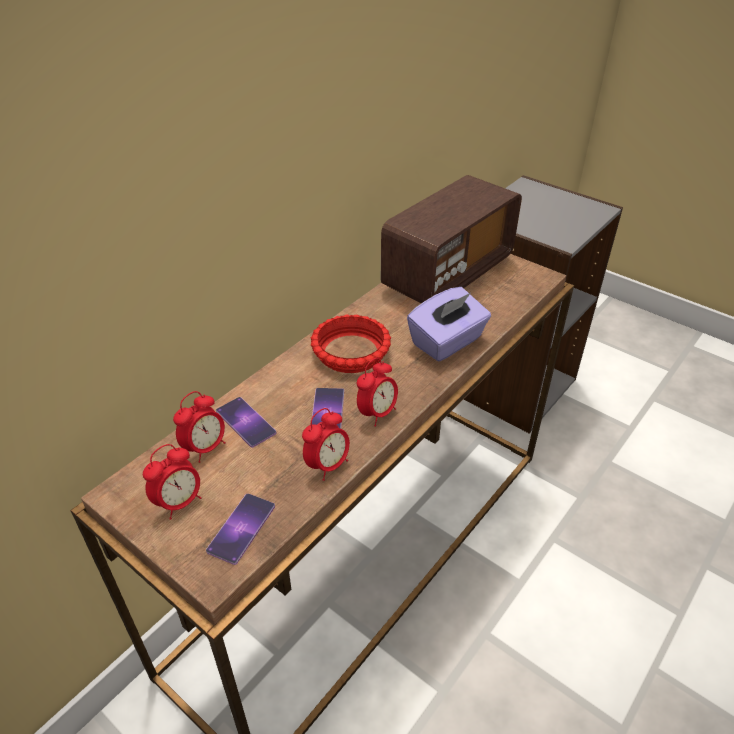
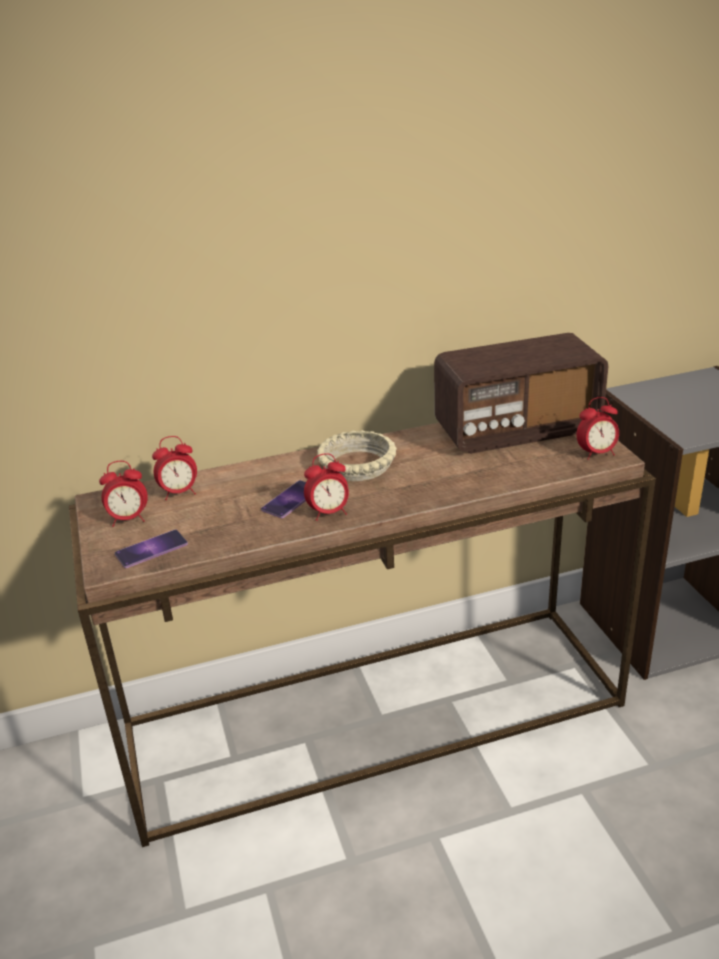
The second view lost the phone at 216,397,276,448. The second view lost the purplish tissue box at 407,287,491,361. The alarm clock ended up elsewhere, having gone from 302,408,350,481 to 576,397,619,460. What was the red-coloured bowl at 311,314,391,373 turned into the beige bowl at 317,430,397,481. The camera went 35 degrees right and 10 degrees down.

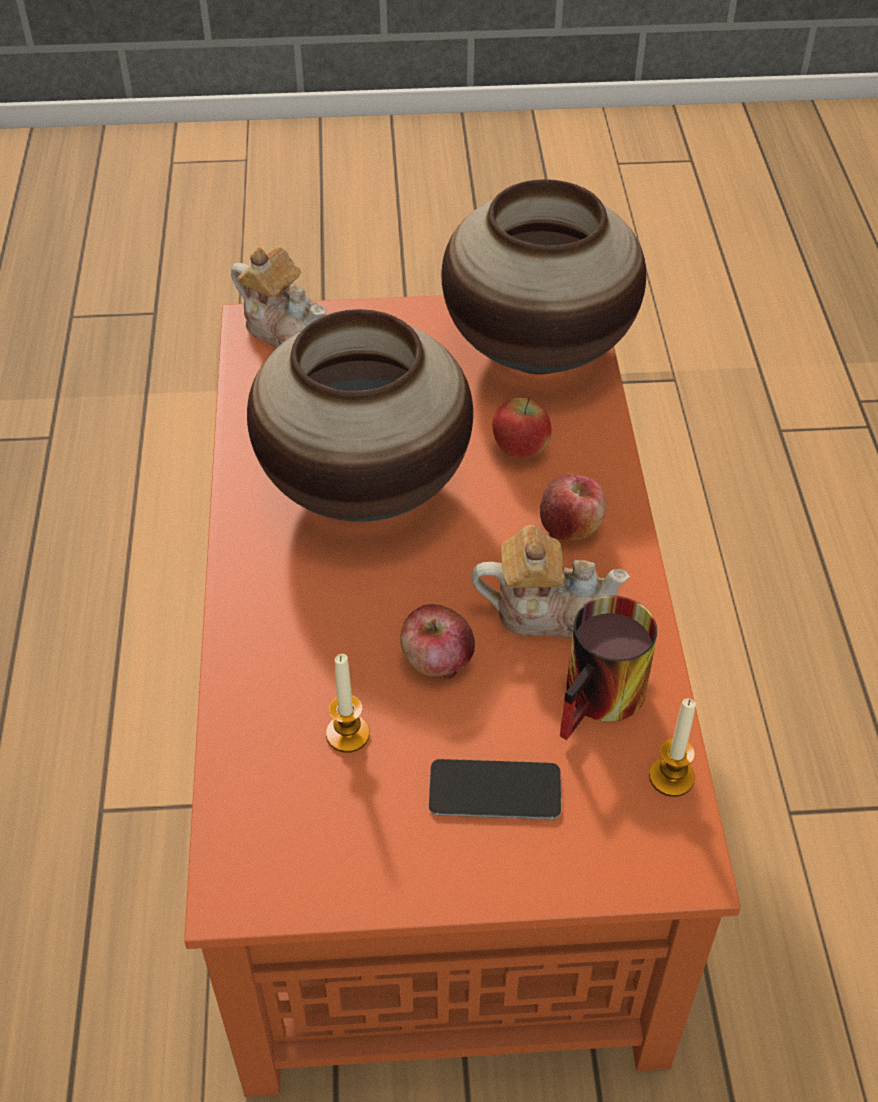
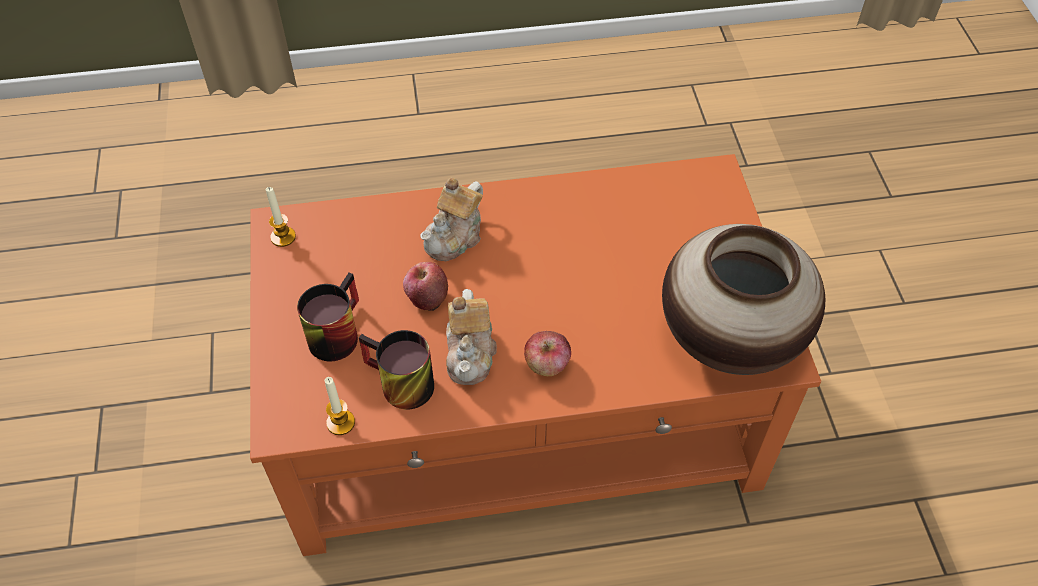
The second view lost the flower vase at 247,309,473,522. The second view lost the apple at 492,397,551,459. The pot for tea ended up elsewhere, having gone from 231,246,327,348 to 420,178,483,261. The candle ended up elsewhere, having gone from 326,654,370,753 to 266,187,296,247. Where the phone stood at 429,759,561,819, the mug came to stand at 297,272,359,362. The camera went 85 degrees right and 5 degrees up.

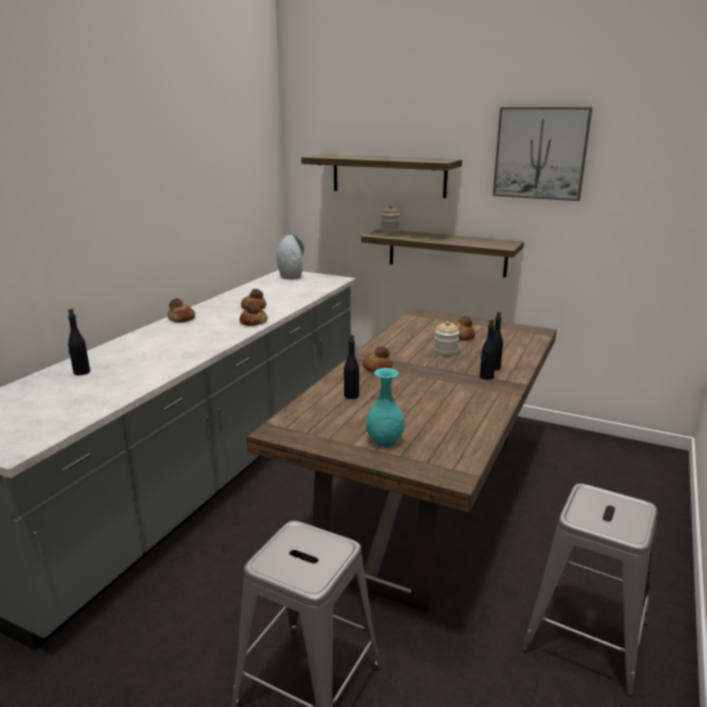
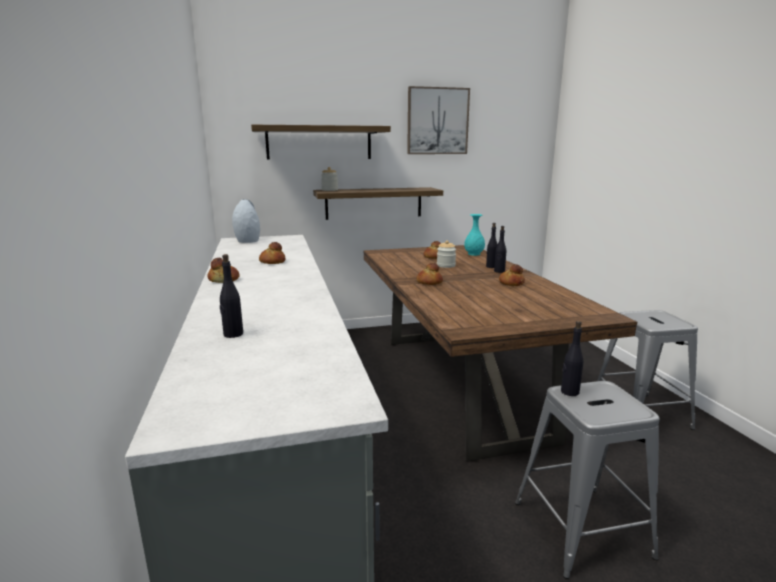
The bread ended up elsewhere, having gone from 240,302,268,326 to 499,264,525,286. The black bottle ended up elsewhere, having gone from 344,335,359,399 to 561,321,583,396. The turquoise-coloured flower vase ended up elsewhere, having gone from 366,368,405,447 to 464,214,485,256. The camera went 40 degrees left and 5 degrees down.

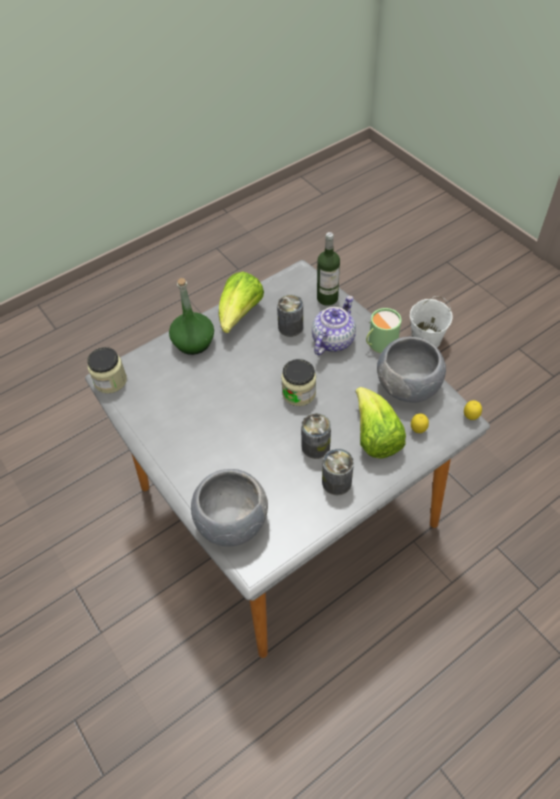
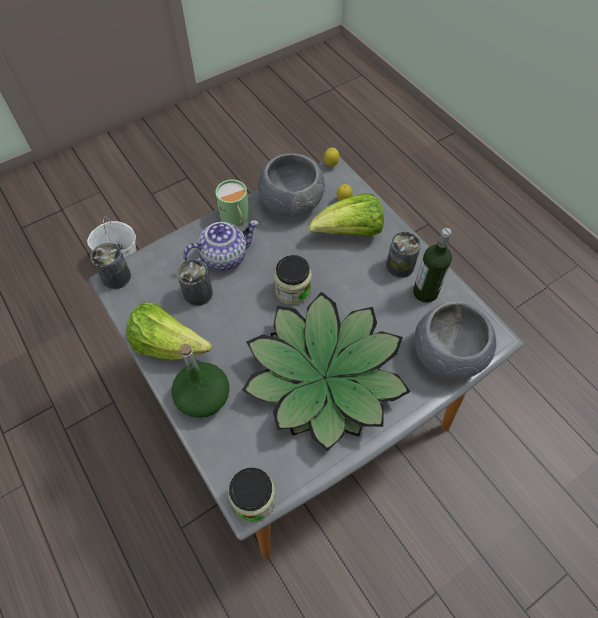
The second view gained the houseplant at 242,292,411,451. The metal can ended up elsewhere, having gone from 301,413,331,459 to 90,243,131,289. The bottle ended up elsewhere, having gone from 317,232,340,306 to 413,228,452,303. The pot for tea at 312,296,356,355 ended up facing another way, 120 degrees clockwise from before. The camera went 90 degrees left and 5 degrees up.

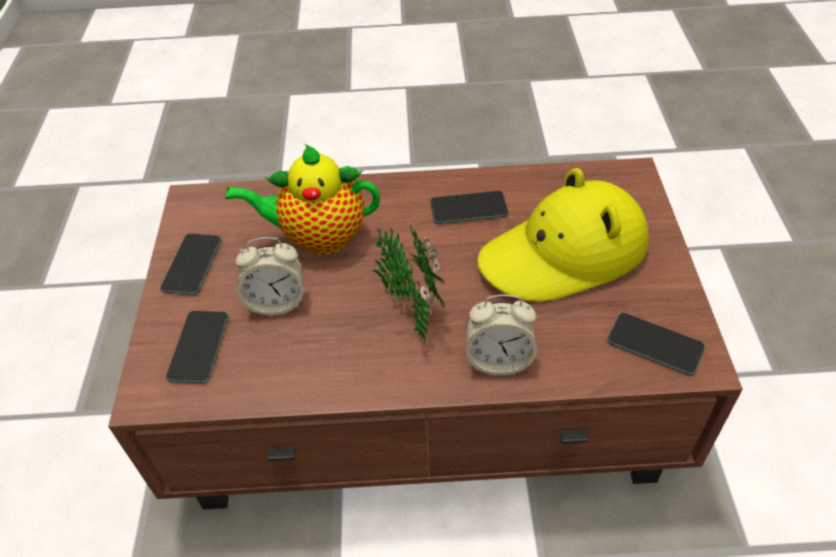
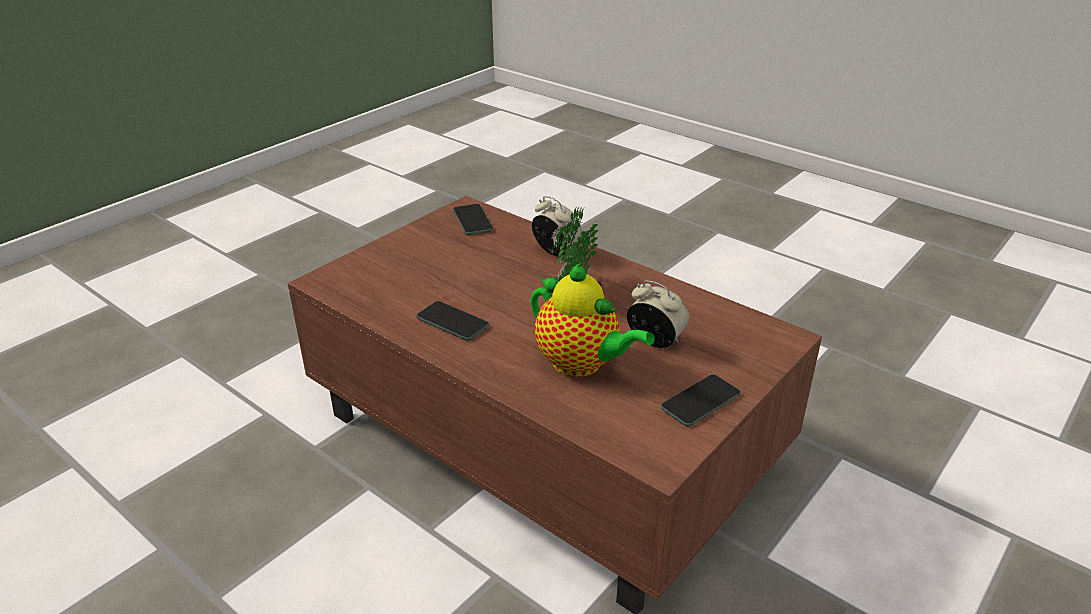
The second view lost the phone at 166,311,228,384. The second view lost the yellow wearable hat at 477,168,649,302. The camera went 140 degrees left and 15 degrees down.

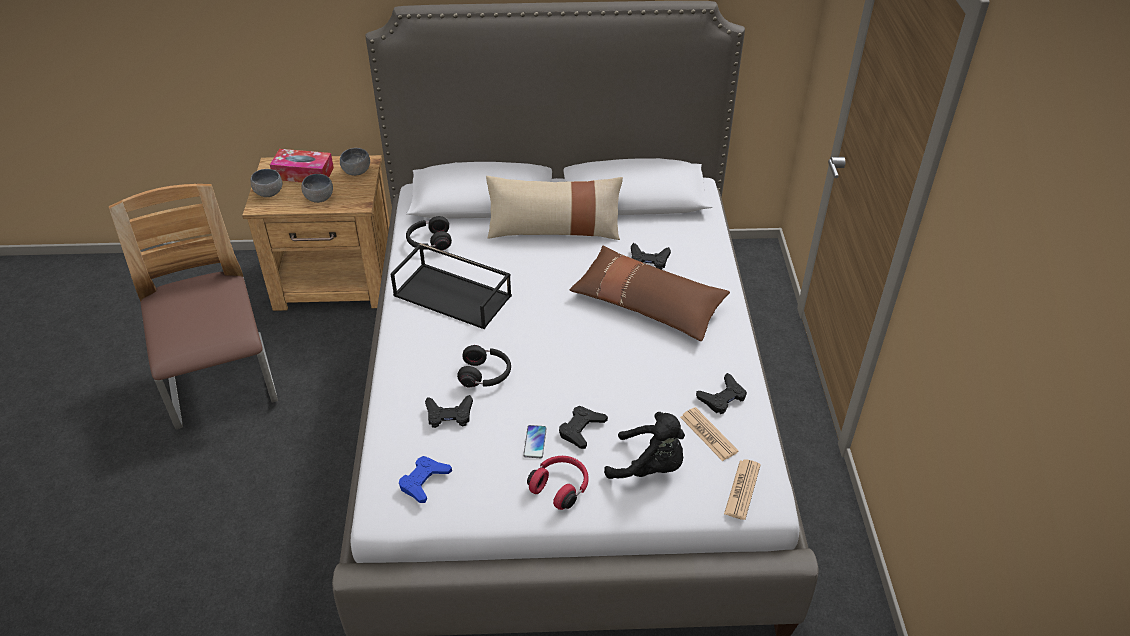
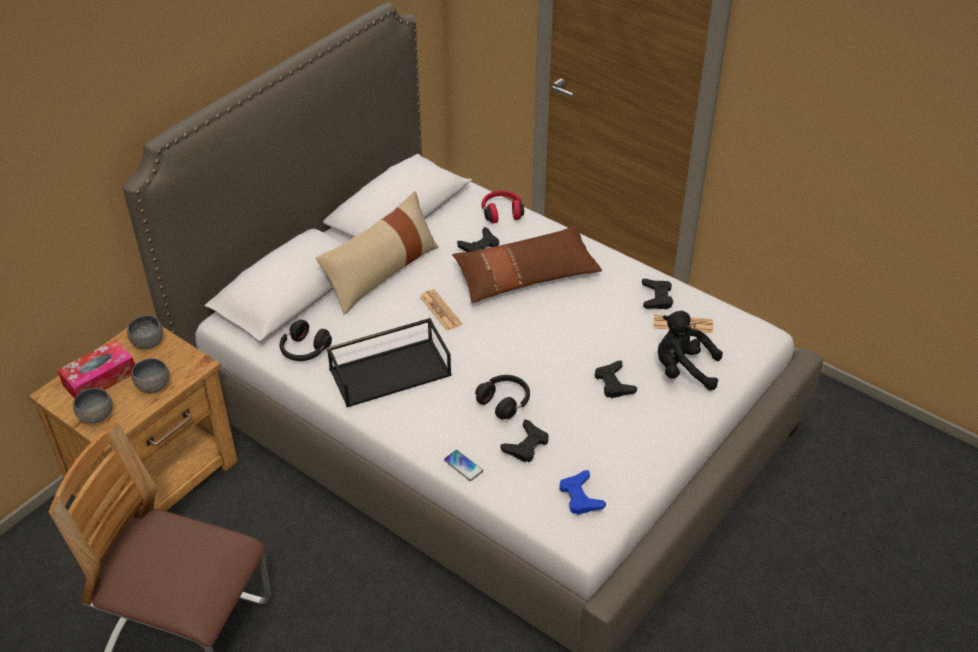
The phone ended up elsewhere, having gone from 523,425,547,458 to 444,450,483,481. The red-coloured headset ended up elsewhere, having gone from 527,456,589,510 to 481,190,524,223. The daily paper ended up elsewhere, having gone from 724,459,761,520 to 420,289,462,331. The black cuddly toy at 604,412,685,479 ended up facing another way, 135 degrees counterclockwise from before. The camera went 50 degrees left and 0 degrees up.

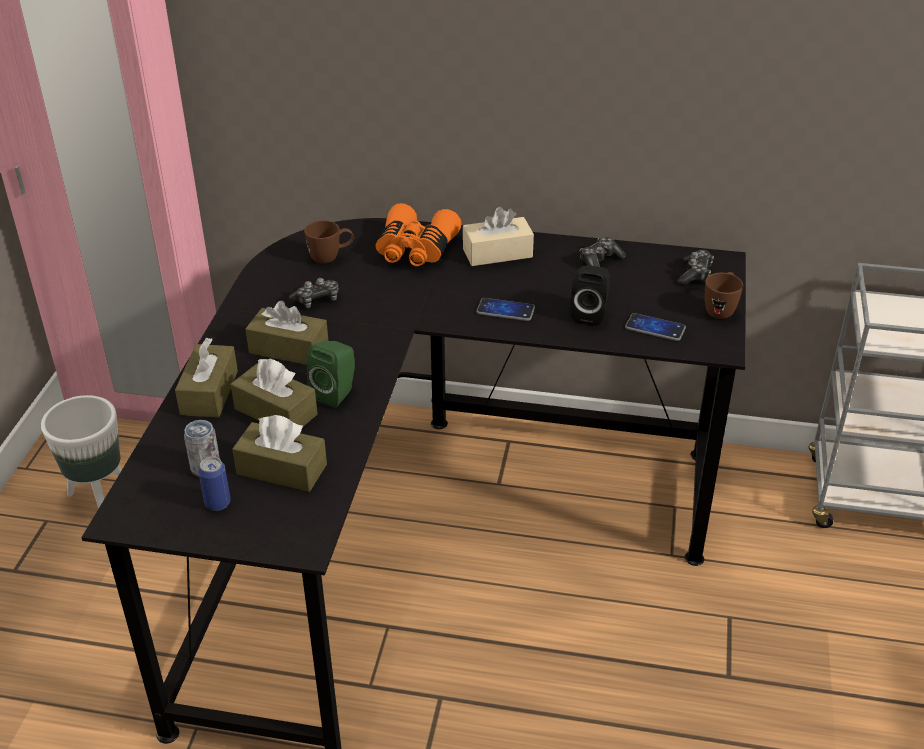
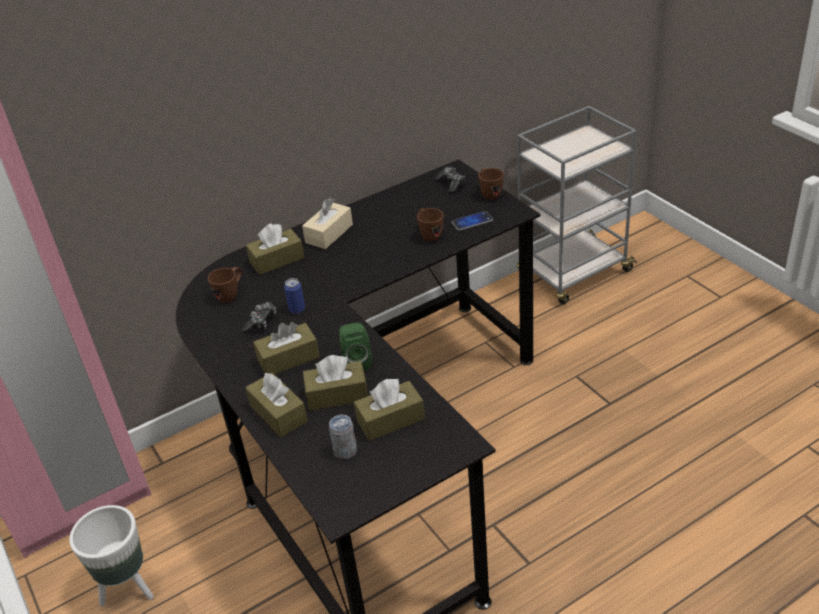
The second view lost the phone at 476,298,535,321. The second view lost the gamepad at 580,237,626,267. The metal can ended up elsewhere, having gone from 198,457,231,511 to 284,278,305,314. Where the orange pair of binoculars stood at 376,203,461,266, the brown tissue box came to stand at 246,223,305,275. Where the black audio speaker stood at 570,265,610,326, the brown mug came to stand at 417,208,444,241. The camera went 40 degrees left and 0 degrees up.

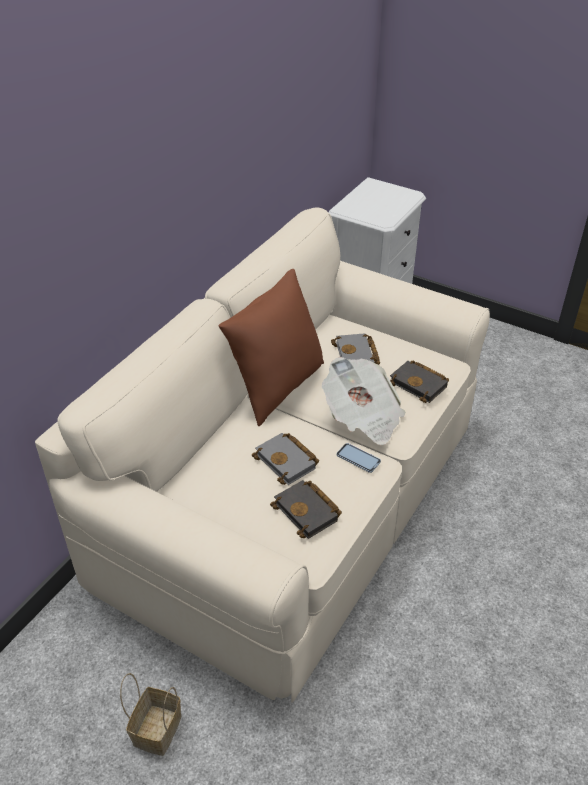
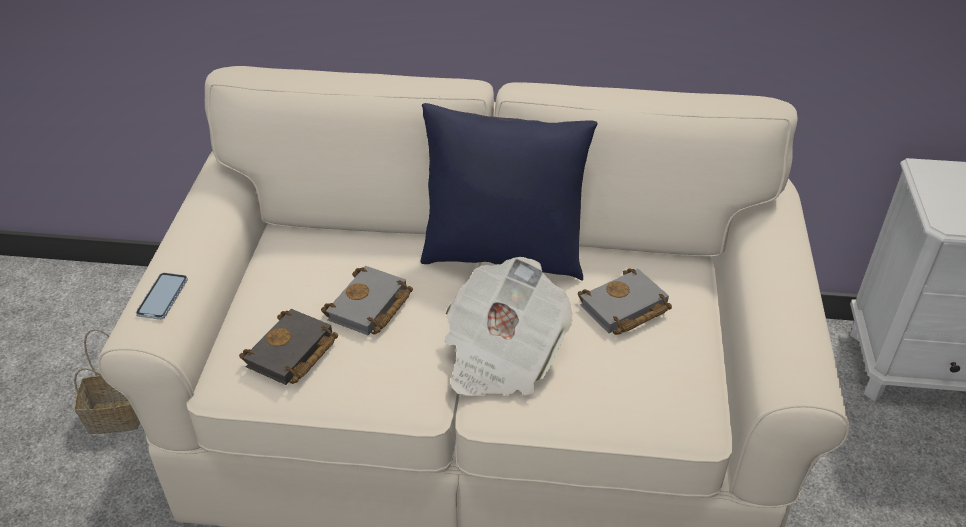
The second view lost the black book at 390,361,449,403. The phone ended up elsewhere, having gone from 336,443,381,473 to 136,273,188,320. What was the brown cushion at 219,269,324,426 turned into the blue cushion at 420,103,598,281. The camera went 65 degrees right and 0 degrees up.

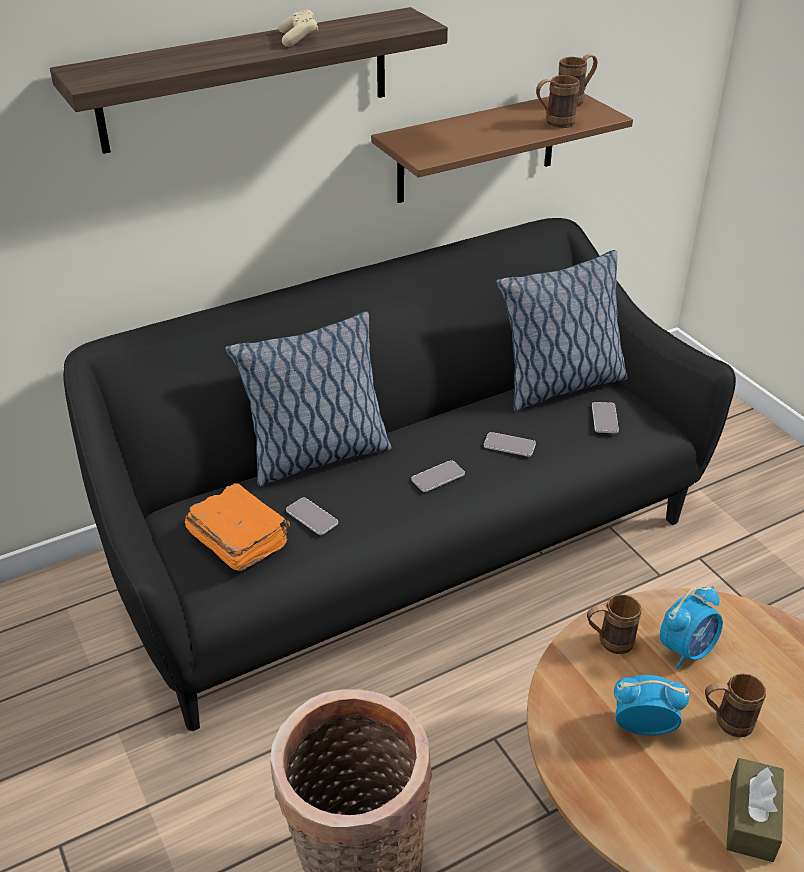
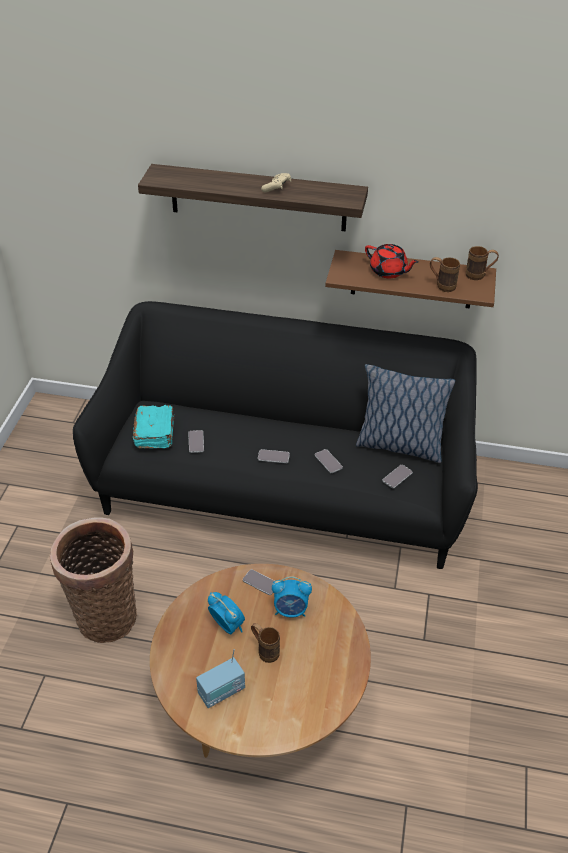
The second view lost the cushion at 225,311,391,487. The second view gained the red-coloured pot for tea at 365,244,419,278. Where the brown mug stood at 587,595,641,654, the phone came to stand at 243,569,275,595. Where the brown tissue box stood at 726,758,784,862, the radio receiver came to stand at 196,649,245,708. What was the orange book at 185,483,290,571 turned into the turquoise-coloured book at 133,405,174,449. The camera went 40 degrees right and 5 degrees up.

